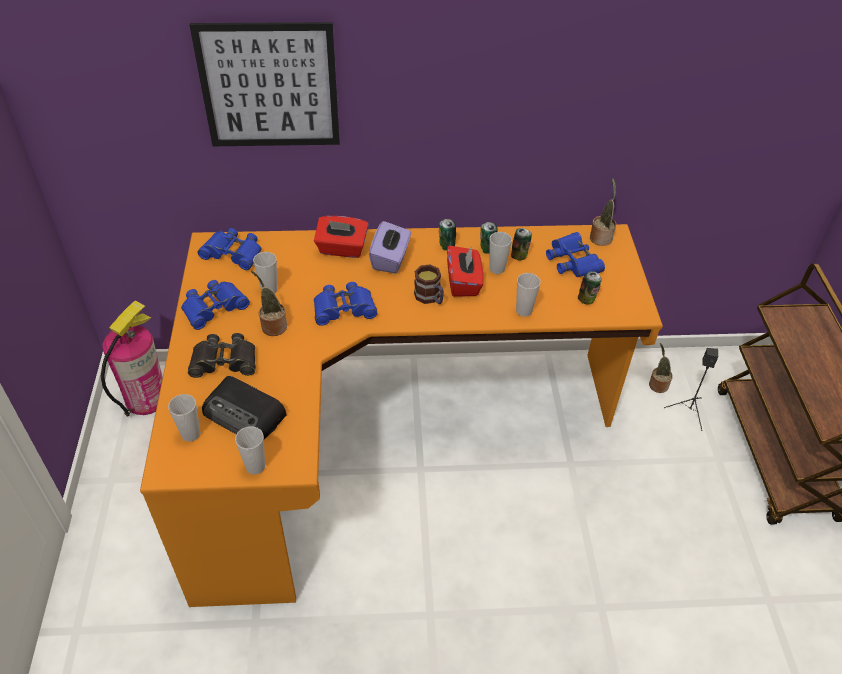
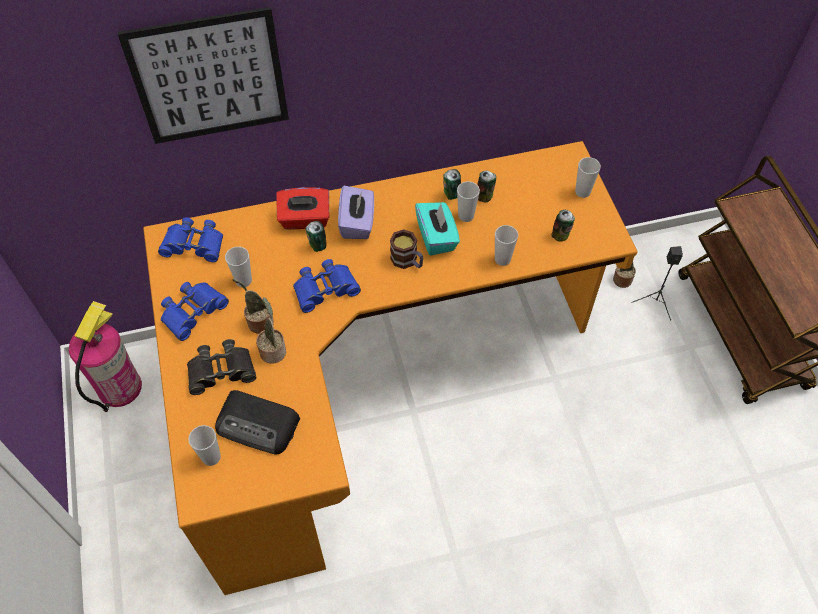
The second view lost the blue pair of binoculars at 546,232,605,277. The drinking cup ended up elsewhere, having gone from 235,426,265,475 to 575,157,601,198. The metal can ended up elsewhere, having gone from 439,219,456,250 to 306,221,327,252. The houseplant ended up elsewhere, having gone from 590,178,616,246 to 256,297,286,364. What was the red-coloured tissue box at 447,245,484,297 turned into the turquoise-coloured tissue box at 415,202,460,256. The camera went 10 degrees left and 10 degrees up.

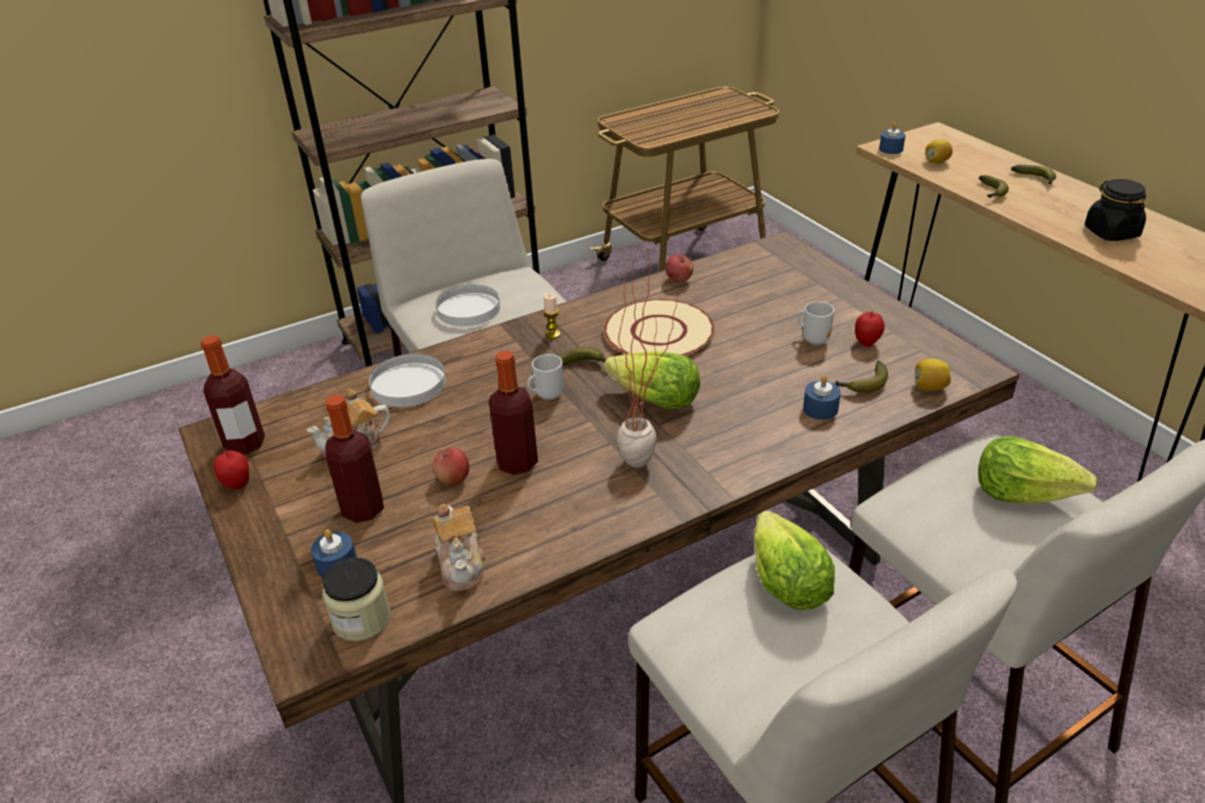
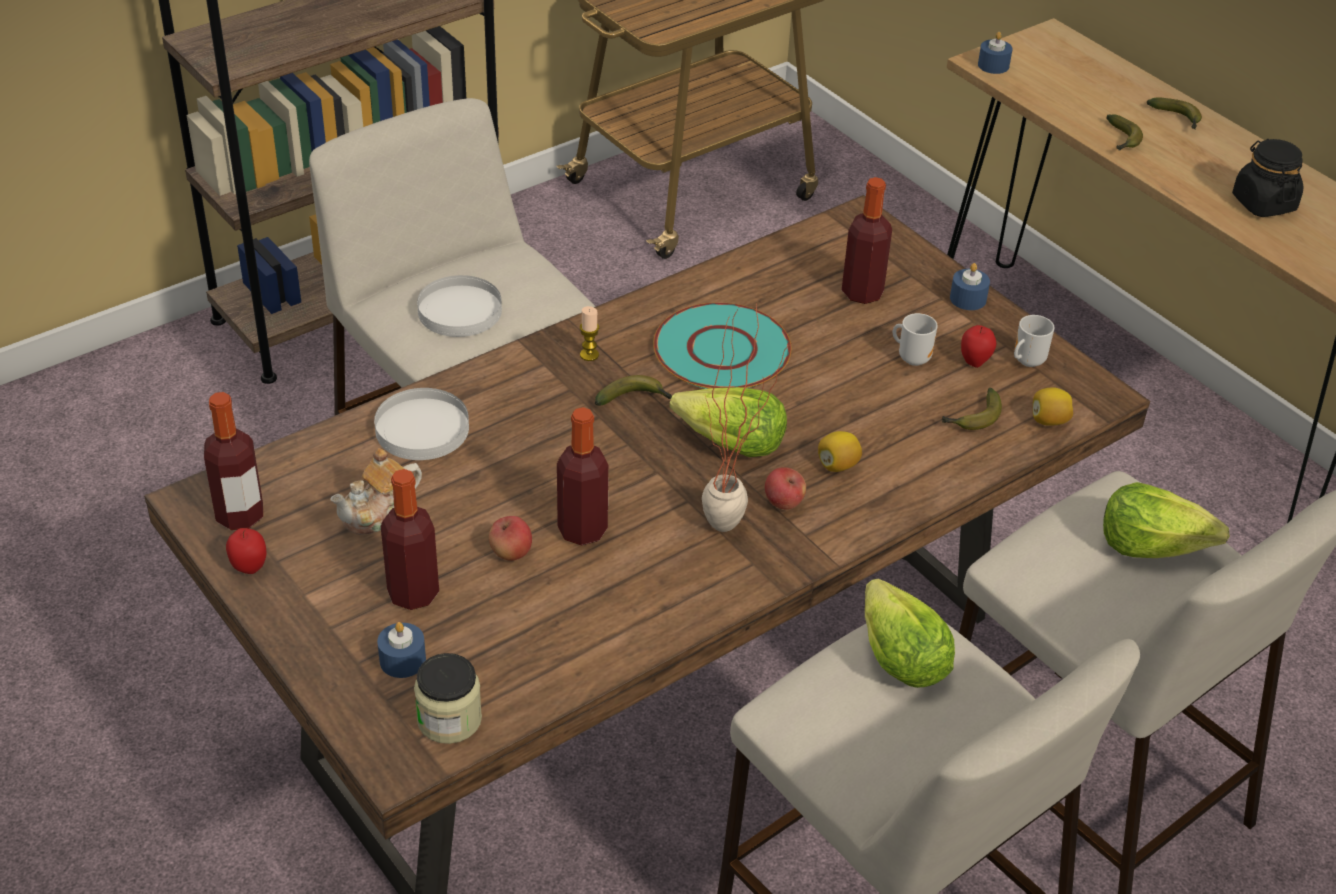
The second view lost the pot for tea at 432,504,486,591. The second view gained the bottle at 842,177,892,304. The mug ended up elsewhere, having gone from 527,354,564,400 to 1014,315,1054,367. The apple ended up elsewhere, having gone from 666,254,694,282 to 765,467,806,510. The blue candle ended up elsewhere, having gone from 803,375,841,420 to 950,263,990,310. The whole lemon ended up elsewhere, having gone from 925,139,953,163 to 818,431,862,472. What was the beige dinner plate at 603,299,715,356 turned into the turquoise-coloured dinner plate at 653,302,791,389. The camera went 10 degrees left and 5 degrees up.

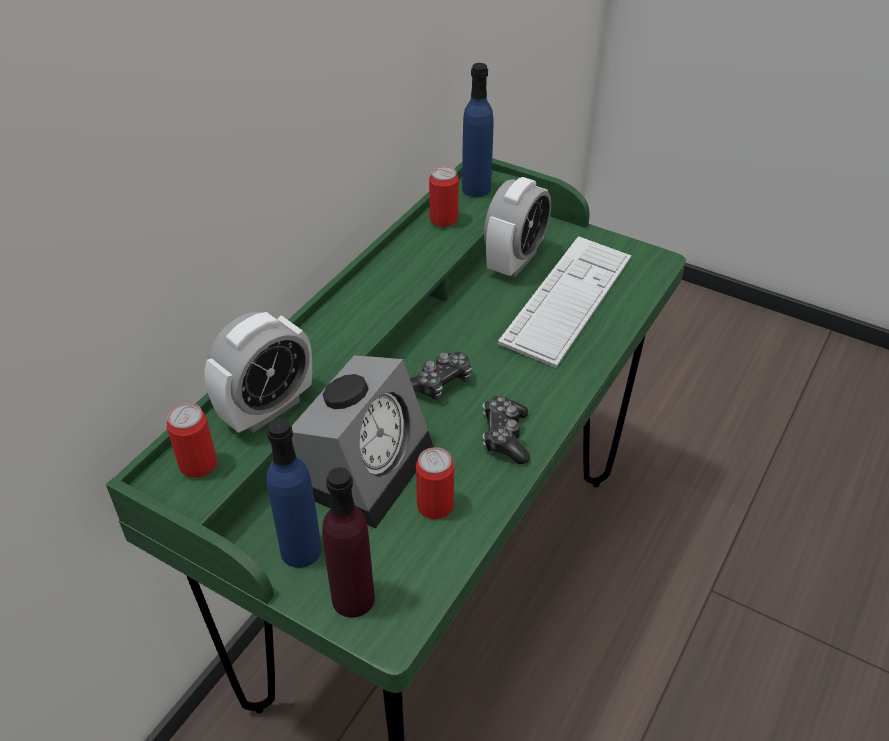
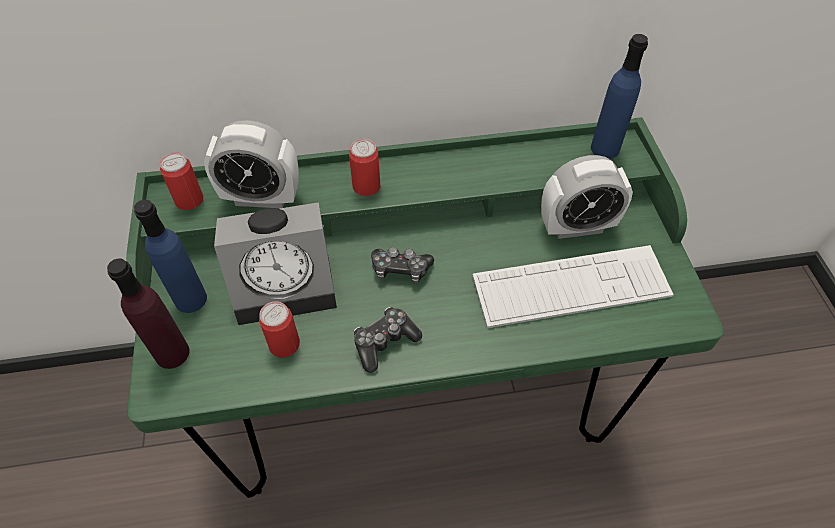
The metal can ended up elsewhere, having gone from 429,166,459,227 to 349,139,380,196. The camera went 50 degrees right and 10 degrees up.

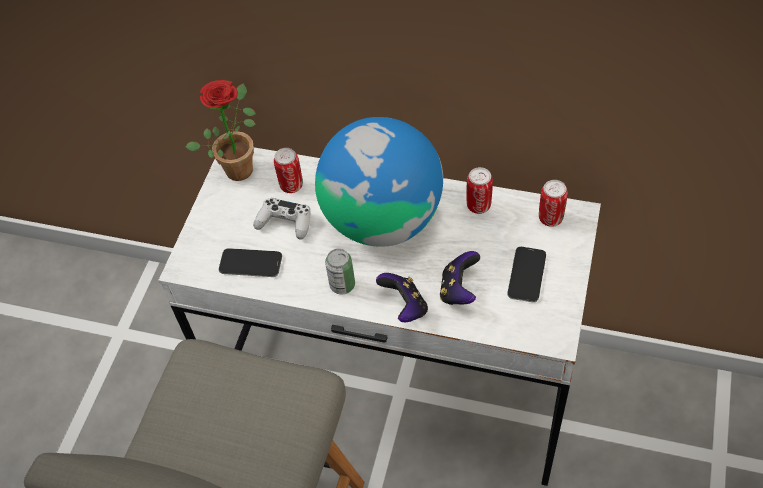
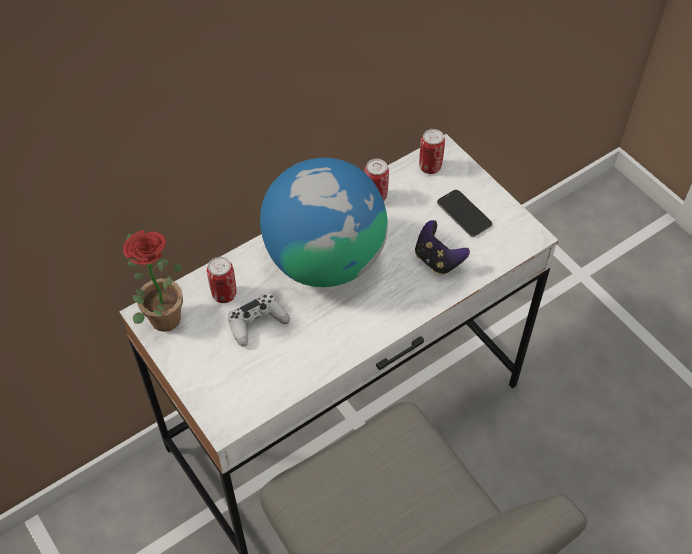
The second view lost the phone at 219,248,282,277. The second view lost the metal can at 325,249,355,294. The second view lost the gamepad at 376,273,428,322. The camera went 55 degrees left and 0 degrees up.

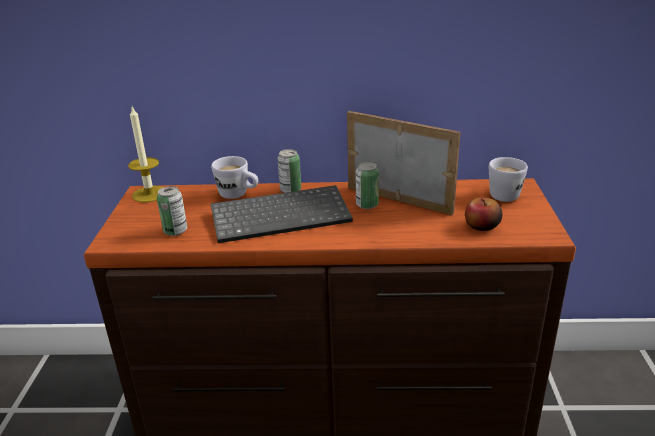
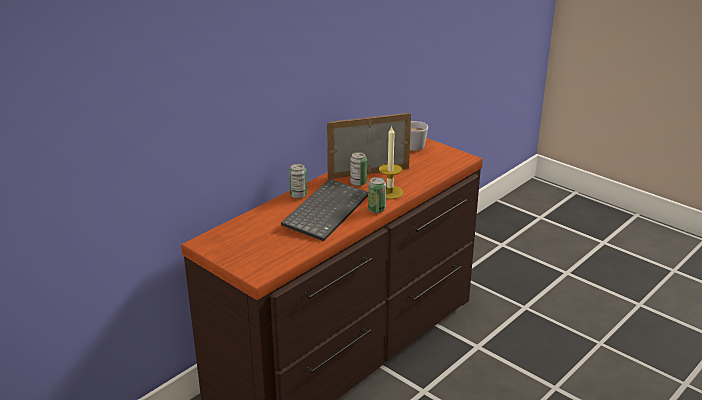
The second view lost the whitish mug at 211,156,258,199. The second view lost the apple at 465,197,502,231. The candle ended up elsewhere, having gone from 128,107,164,202 to 379,127,403,199. The metal can ended up elsewhere, having gone from 157,186,187,236 to 368,177,386,213. The camera went 50 degrees left and 0 degrees up.

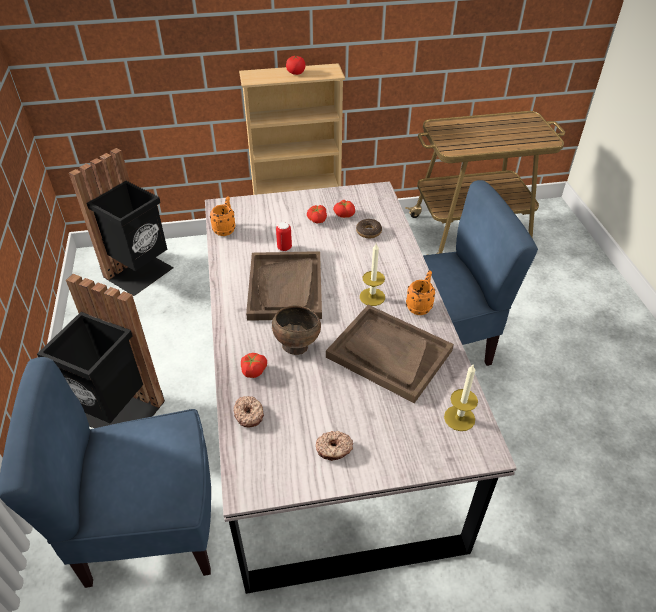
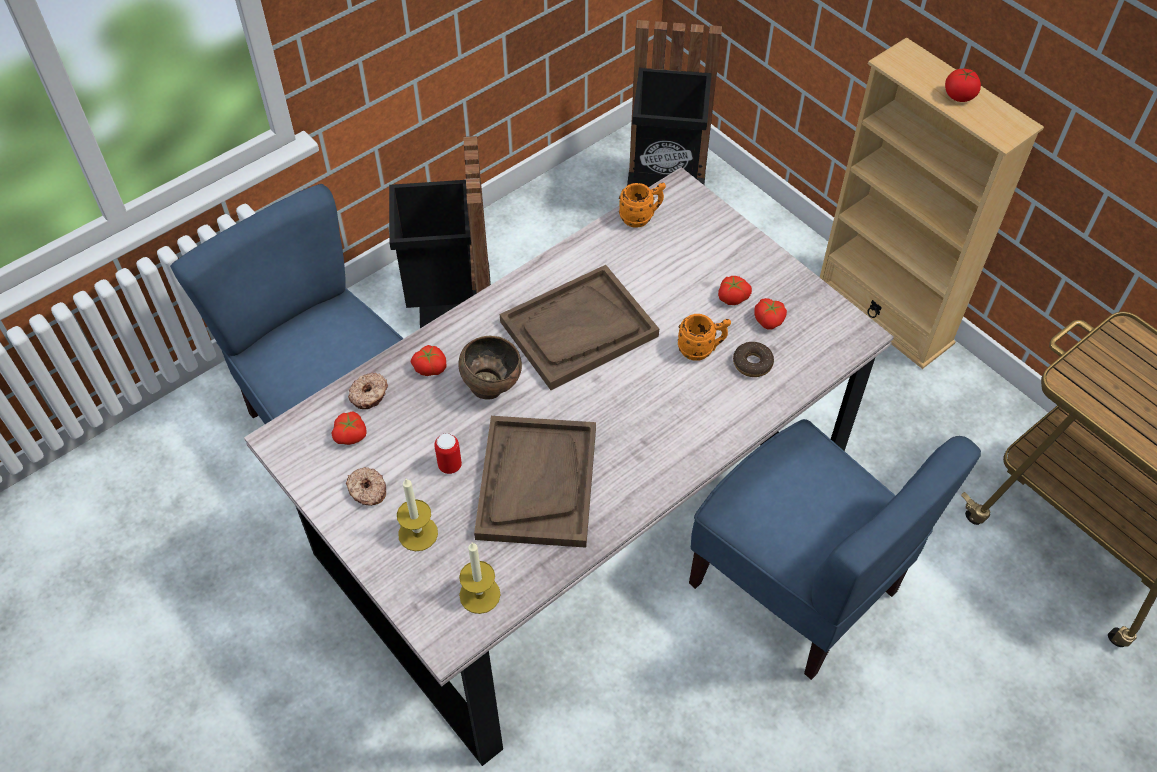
The second view gained the tomato at 332,411,367,445. The metal can ended up elsewhere, having gone from 276,222,292,251 to 434,433,462,474. The candle ended up elsewhere, having gone from 360,243,385,306 to 397,478,438,551. The orange mug ended up elsewhere, having gone from 406,270,435,315 to 678,314,731,361. The camera went 60 degrees right and 10 degrees up.

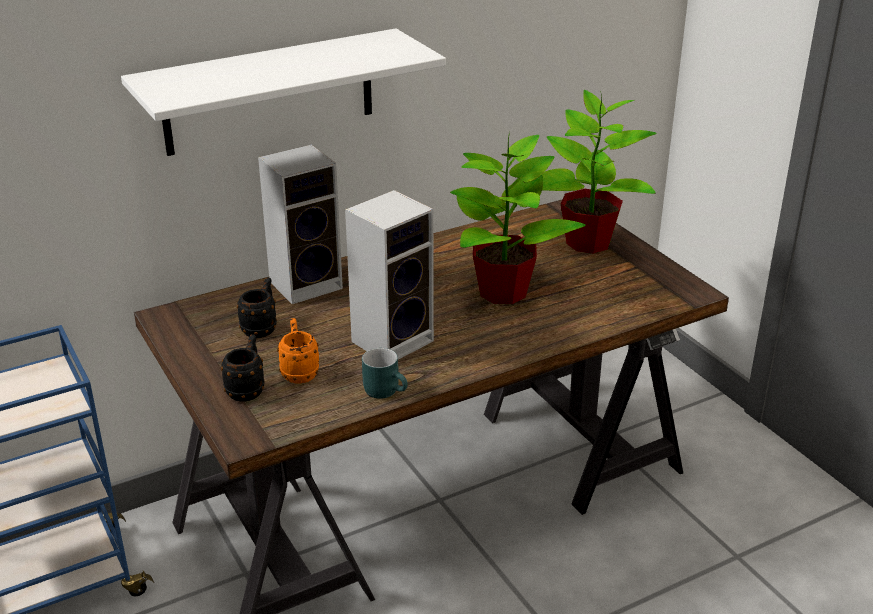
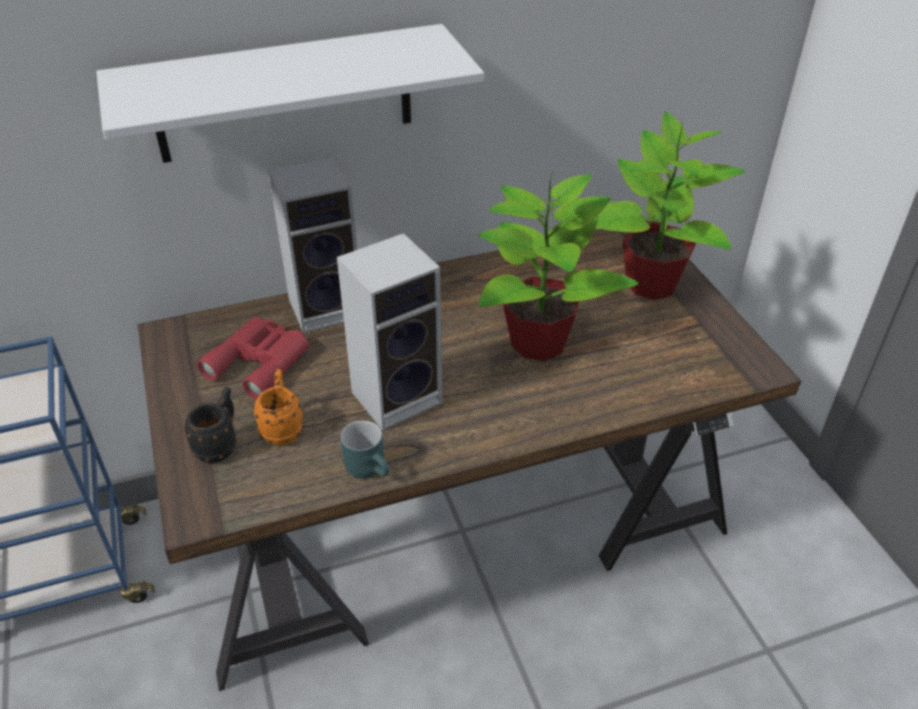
Where the black mug stood at 237,277,277,338, the red-coloured pair of binoculars came to stand at 196,317,310,400. The camera went 10 degrees right and 10 degrees up.

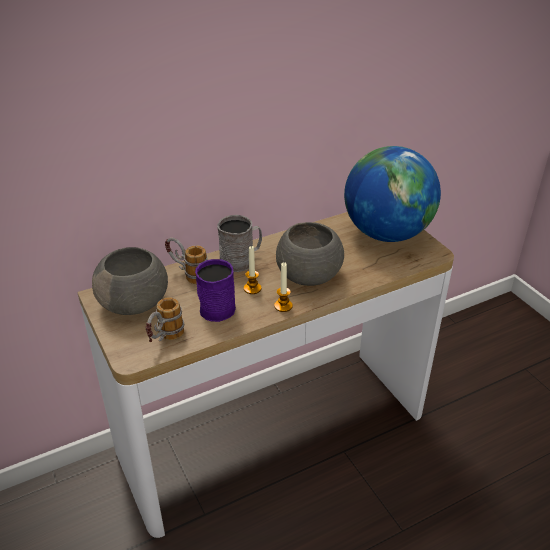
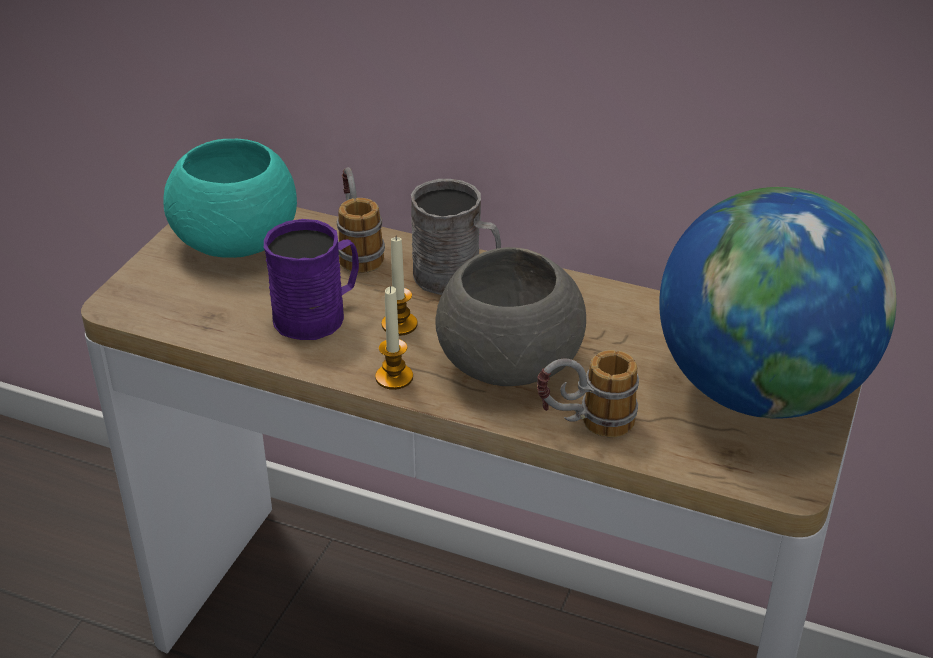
The mug ended up elsewhere, having gone from 145,297,184,342 to 537,350,639,437. What was the gray bowl at 92,247,168,315 turned into the turquoise-coloured bowl at 163,139,297,258. The camera went 50 degrees right and 0 degrees up.

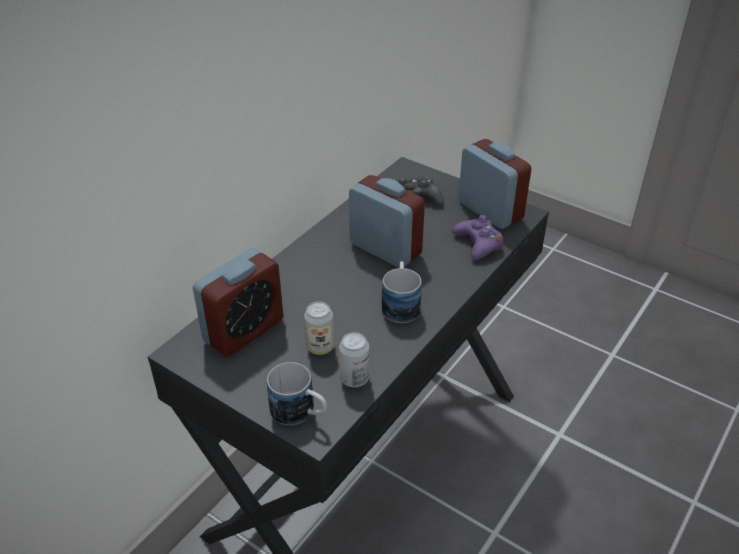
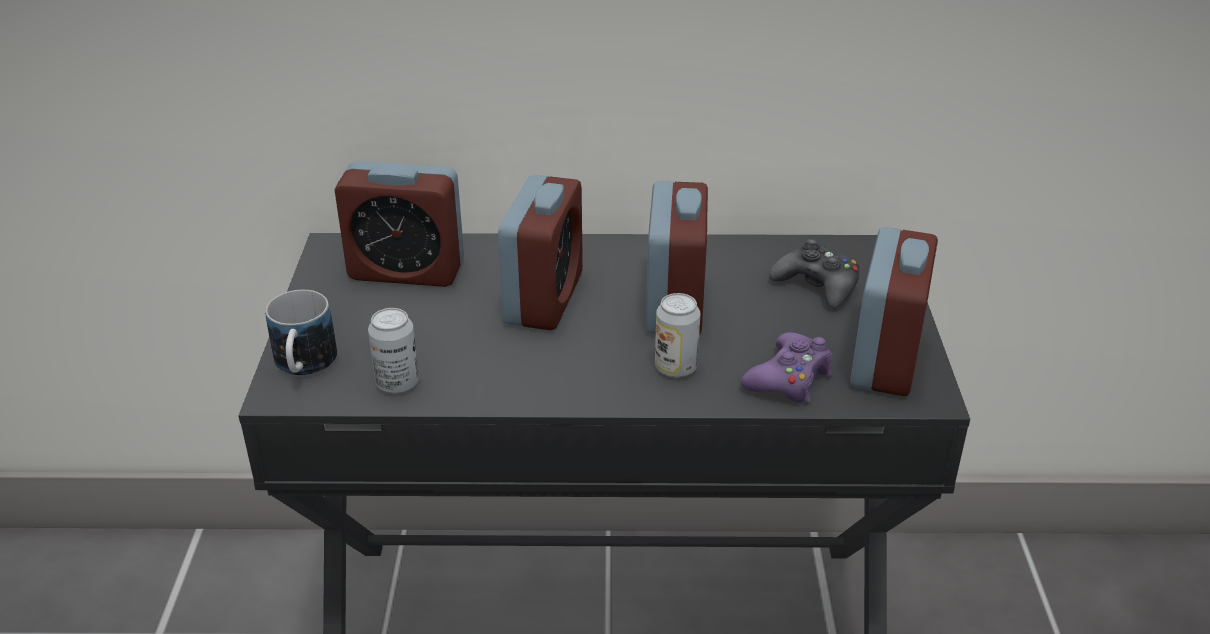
The second view lost the mug at 382,261,422,323. The second view gained the alarm clock at 498,175,583,330. The metal can ended up elsewhere, having gone from 304,301,334,355 to 655,293,700,378. The camera went 55 degrees right and 5 degrees down.

